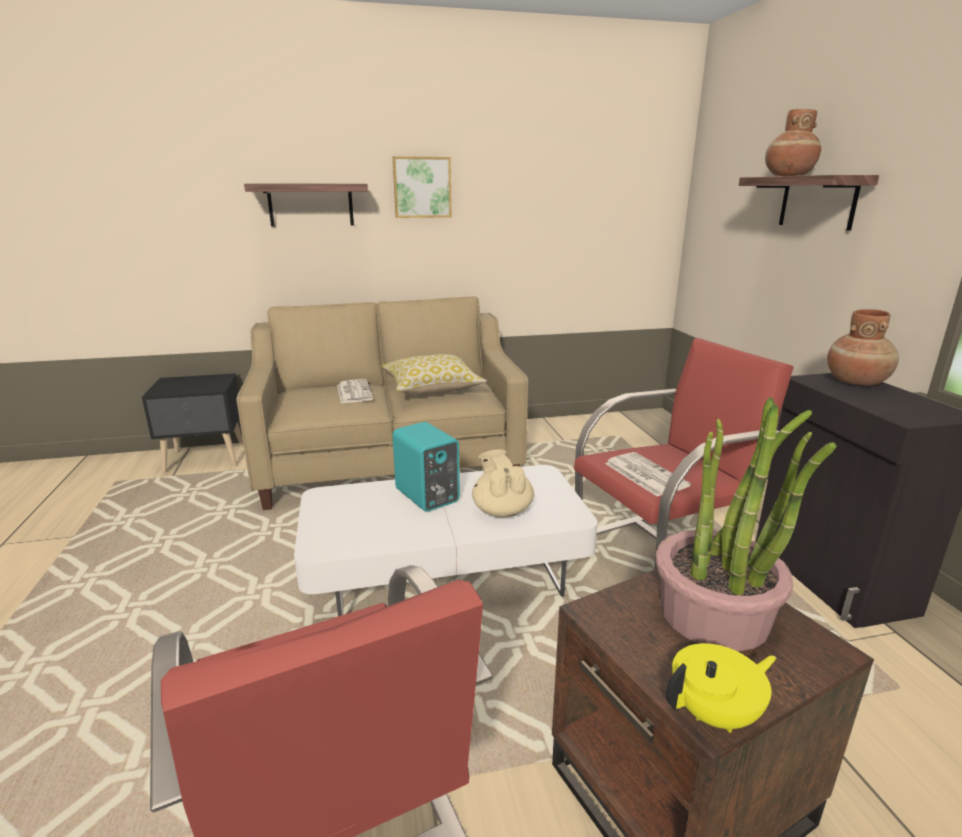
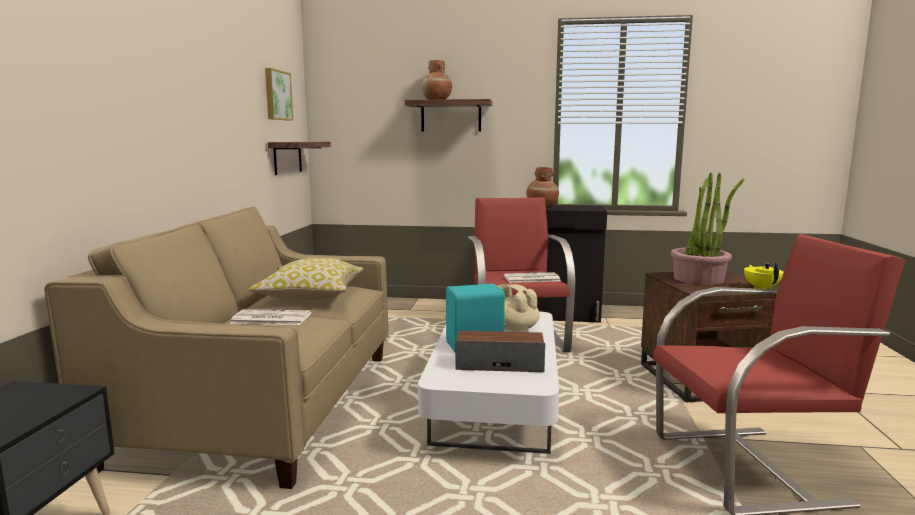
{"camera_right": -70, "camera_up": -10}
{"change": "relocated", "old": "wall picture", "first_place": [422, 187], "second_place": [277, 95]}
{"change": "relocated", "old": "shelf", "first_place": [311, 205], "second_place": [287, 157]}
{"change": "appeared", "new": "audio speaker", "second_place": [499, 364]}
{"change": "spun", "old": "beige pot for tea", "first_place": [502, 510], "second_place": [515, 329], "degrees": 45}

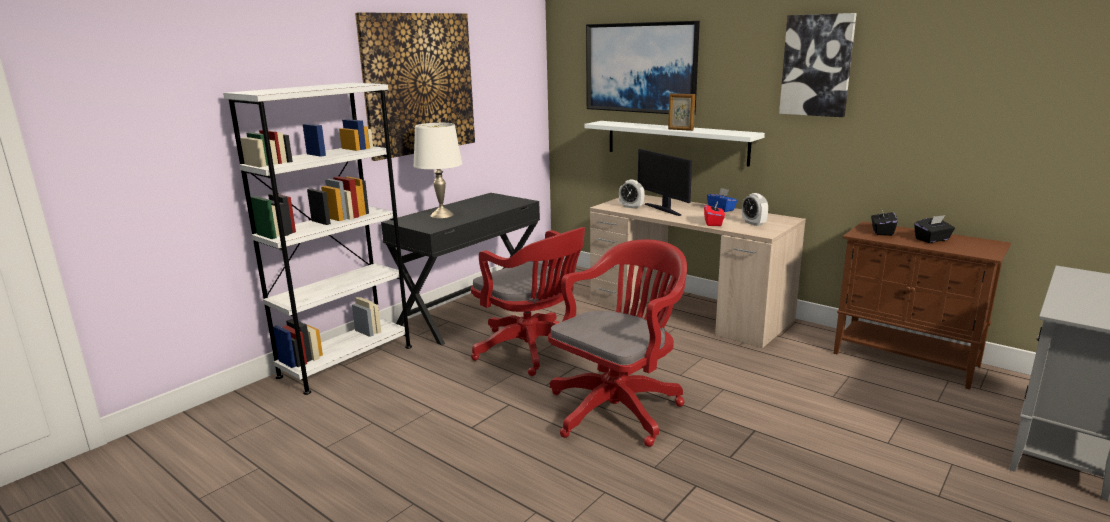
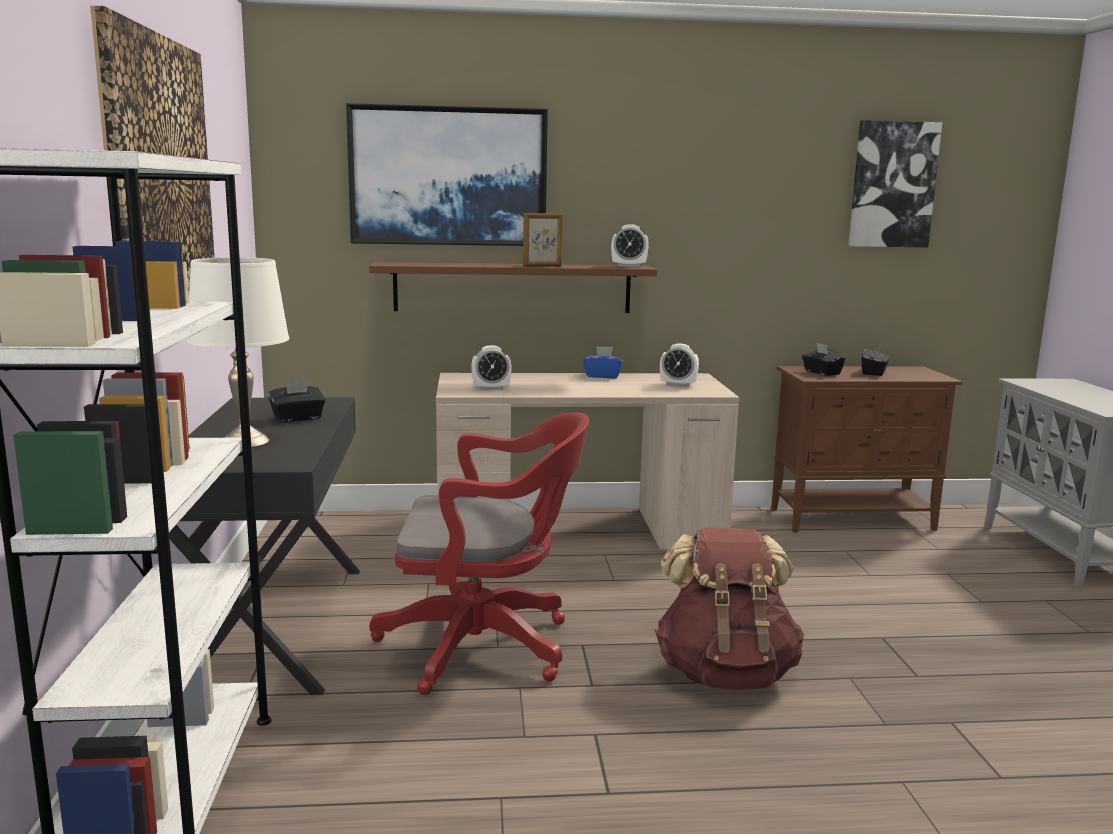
{"camera_right": -45, "camera_up": -5}
{"change": "appeared", "new": "blackish box of tissues", "second_place": [298, 418]}
{"change": "colour", "old": "white shelf", "new": "brownish shelf", "first_place": [675, 142], "second_place": [513, 288]}
{"change": "appeared", "new": "bedside clock", "second_place": [629, 266]}
{"change": "exchanged", "old": "red-coloured office chair", "new": "brownish knapsack", "first_place": [619, 407], "second_place": [725, 673]}
{"change": "relocated", "old": "wall picture", "first_place": [817, 65], "second_place": [892, 185]}
{"change": "missing", "old": "computer screen", "first_place": [664, 209]}
{"change": "missing", "old": "red-coloured box of tissues", "first_place": [713, 223]}

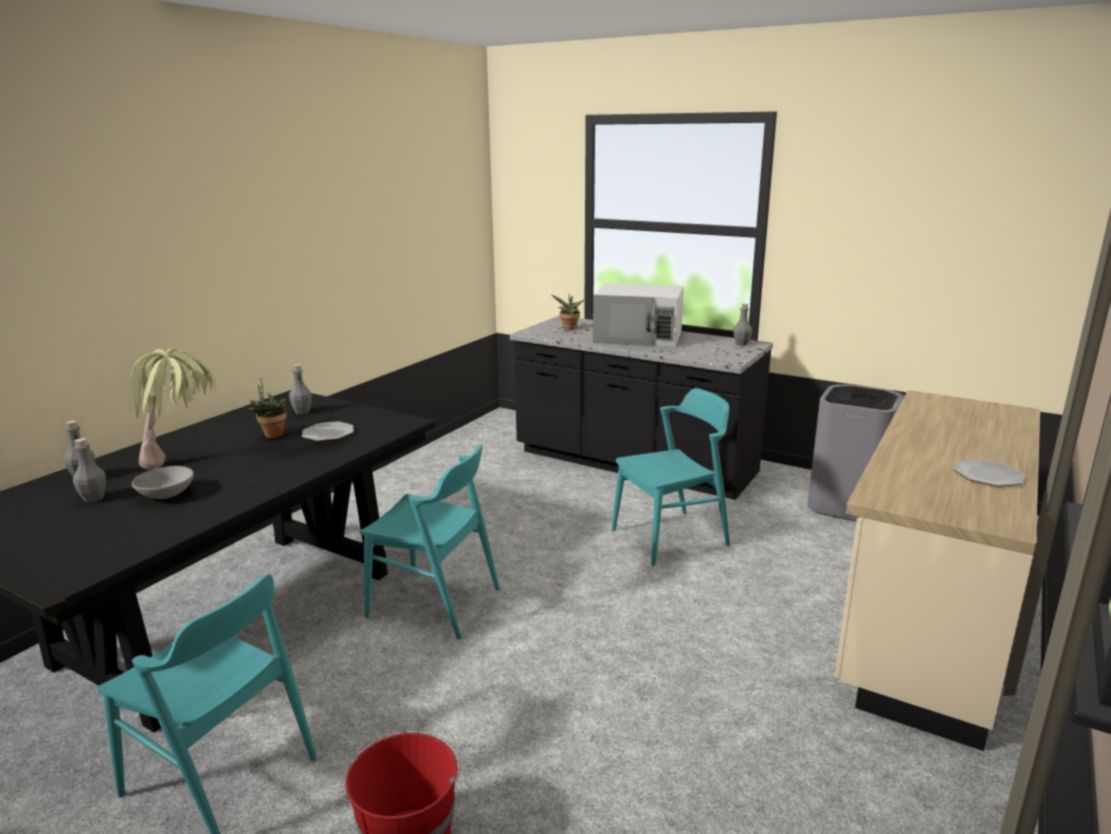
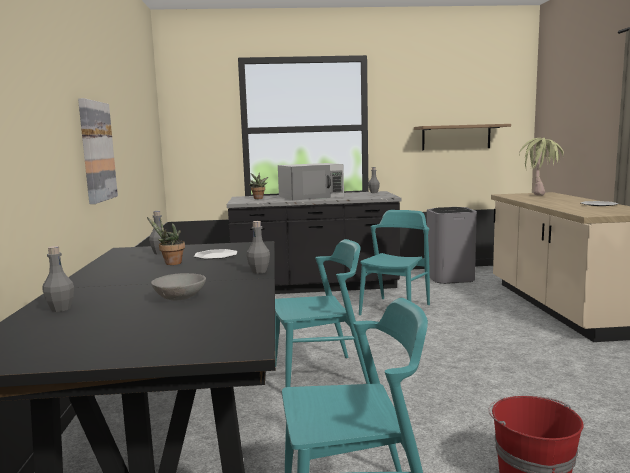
{"camera_right": -35, "camera_up": -10}
{"change": "appeared", "new": "wall picture", "second_place": [96, 151]}
{"change": "relocated", "old": "greyish drink bottle", "first_place": [94, 498], "second_place": [259, 271]}
{"change": "appeared", "new": "shelf", "second_place": [456, 137]}
{"change": "relocated", "old": "potted plant", "first_place": [183, 461], "second_place": [540, 194]}

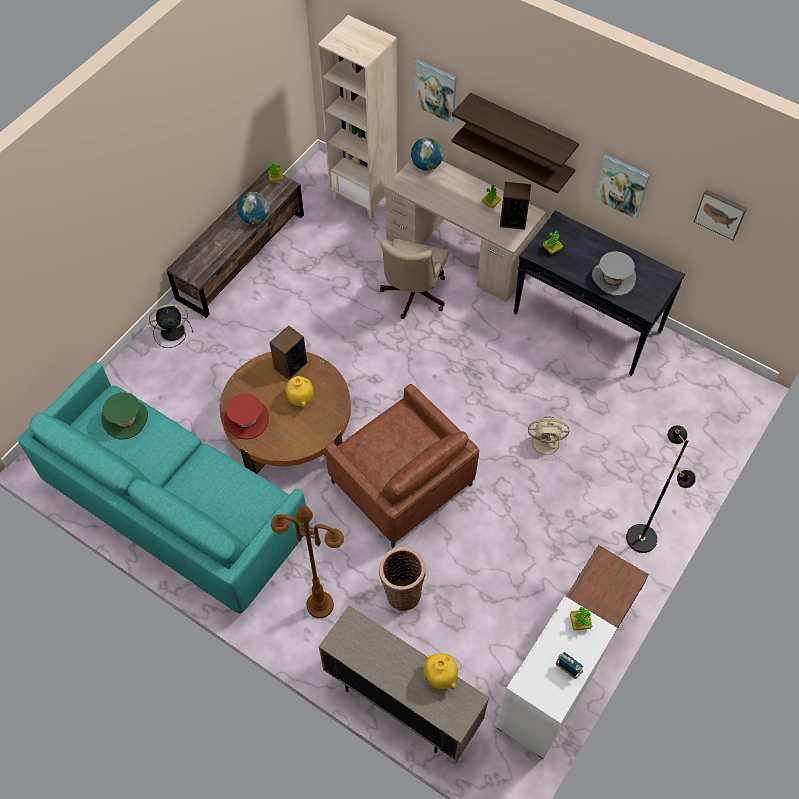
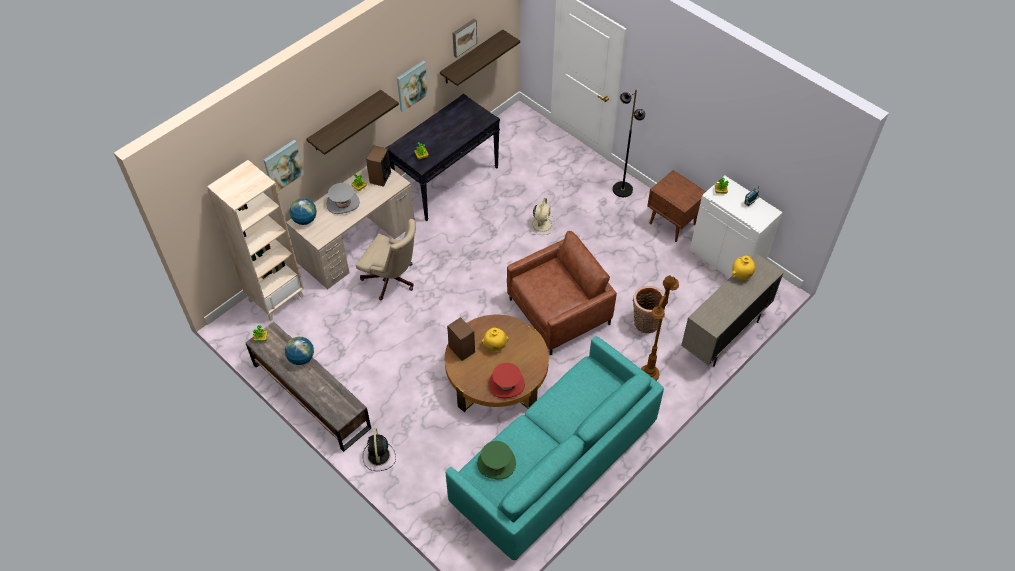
{"camera_right": -80, "camera_up": -5}
{"change": "relocated", "old": "greyish wearable hat", "first_place": [613, 278], "second_place": [343, 203]}
{"change": "relocated", "old": "shelf", "first_place": [520, 153], "second_place": [471, 57]}

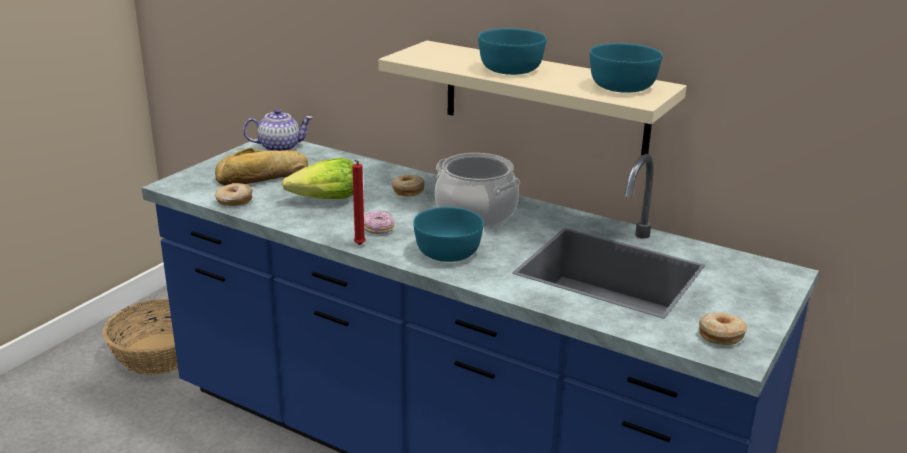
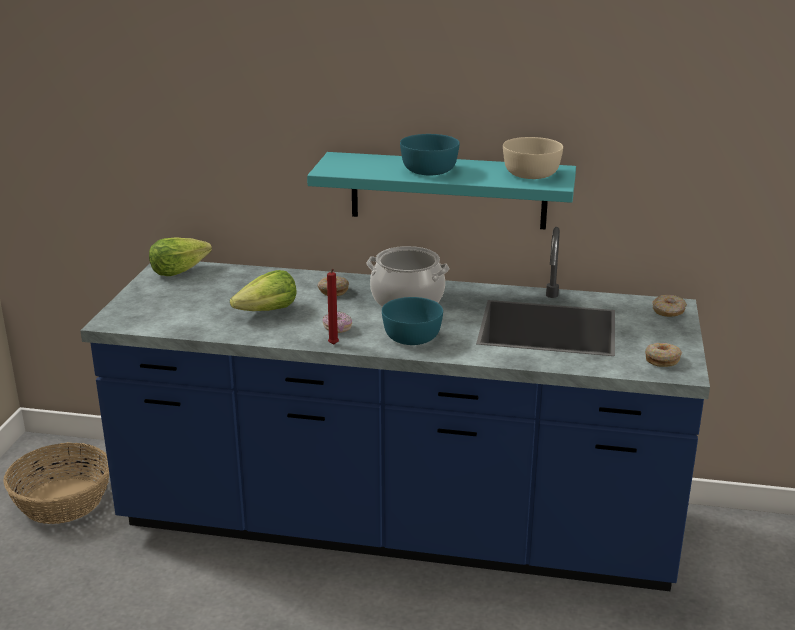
{"camera_right": -20, "camera_up": 0}
{"change": "exchanged", "old": "pot for tea", "new": "lettuce head", "first_place": [280, 147], "second_place": [179, 270]}
{"change": "colour", "old": "beige shelf", "new": "turquoise-coloured shelf", "first_place": [545, 98], "second_place": [448, 190]}
{"change": "colour", "old": "turquoise-coloured deep dish", "new": "beige deep dish", "first_place": [621, 86], "second_place": [530, 174]}
{"change": "relocated", "old": "doughnut", "first_place": [234, 201], "second_place": [668, 311]}
{"change": "missing", "old": "bread", "first_place": [263, 177]}

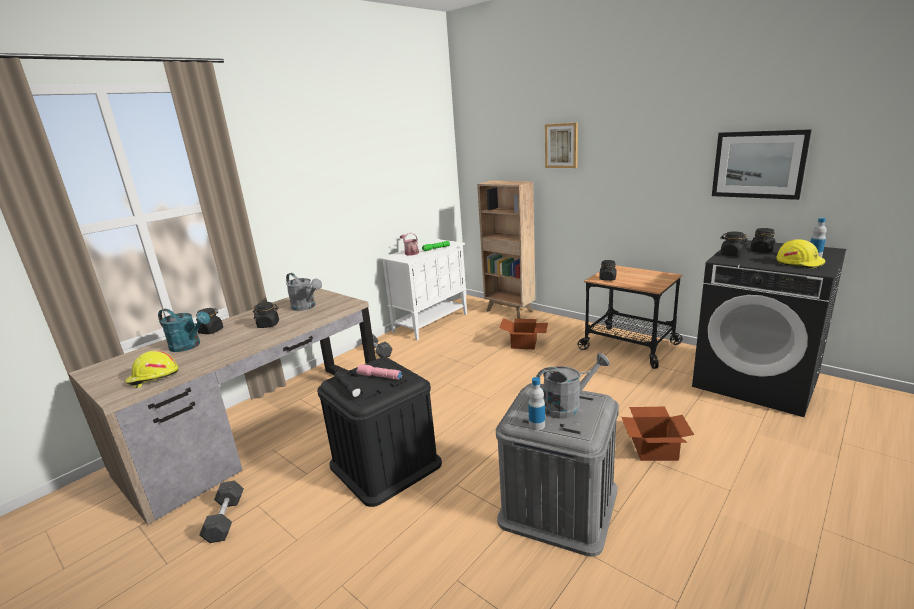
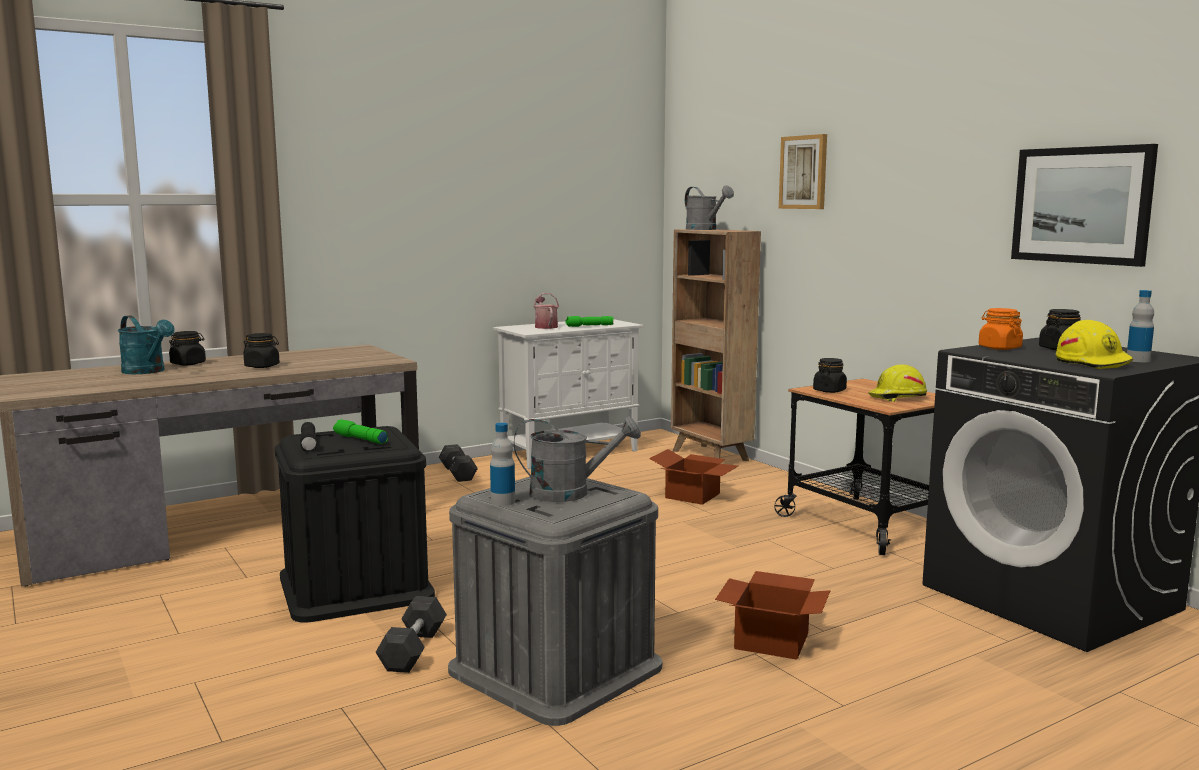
{"camera_right": 15, "camera_up": -10}
{"change": "colour", "old": "pink-coloured flashlight", "new": "green flashlight", "first_place": [379, 377], "second_place": [360, 439]}
{"change": "relocated", "old": "greyish free weight", "first_place": [225, 519], "second_place": [413, 650]}
{"change": "relocated", "old": "greyish watering pot", "first_place": [306, 307], "second_place": [705, 229]}
{"change": "relocated", "old": "yellow safety helmet", "first_place": [153, 378], "second_place": [897, 397]}
{"change": "colour", "old": "blackish preserve jar", "new": "orange-coloured preserve jar", "first_place": [732, 254], "second_place": [999, 348]}

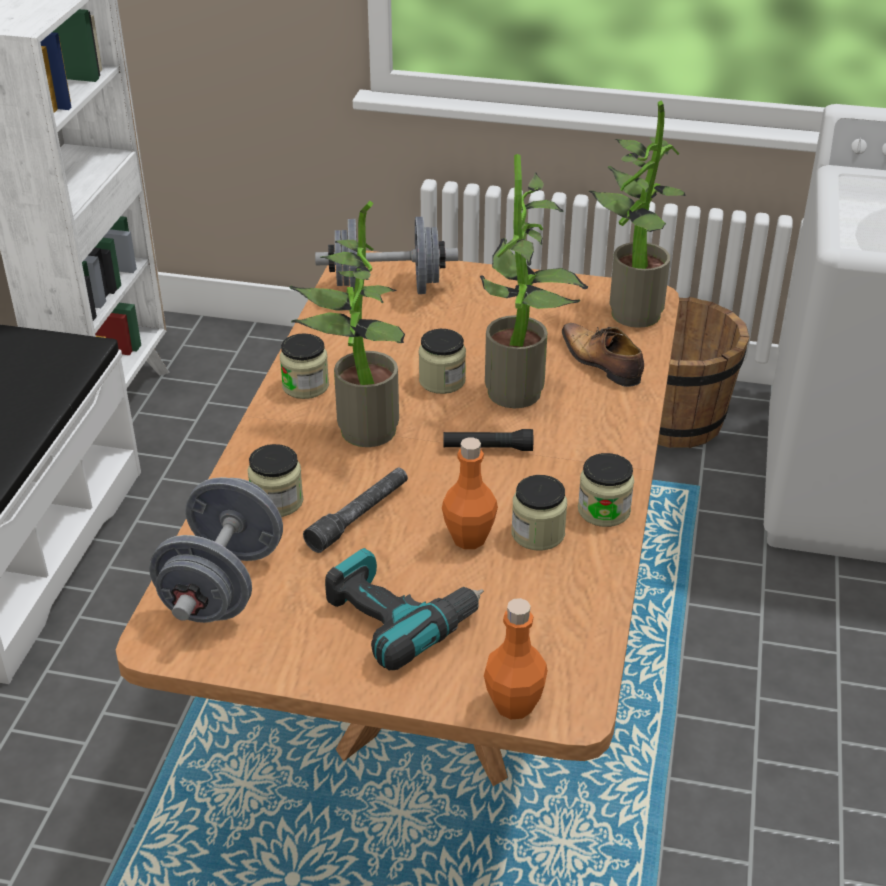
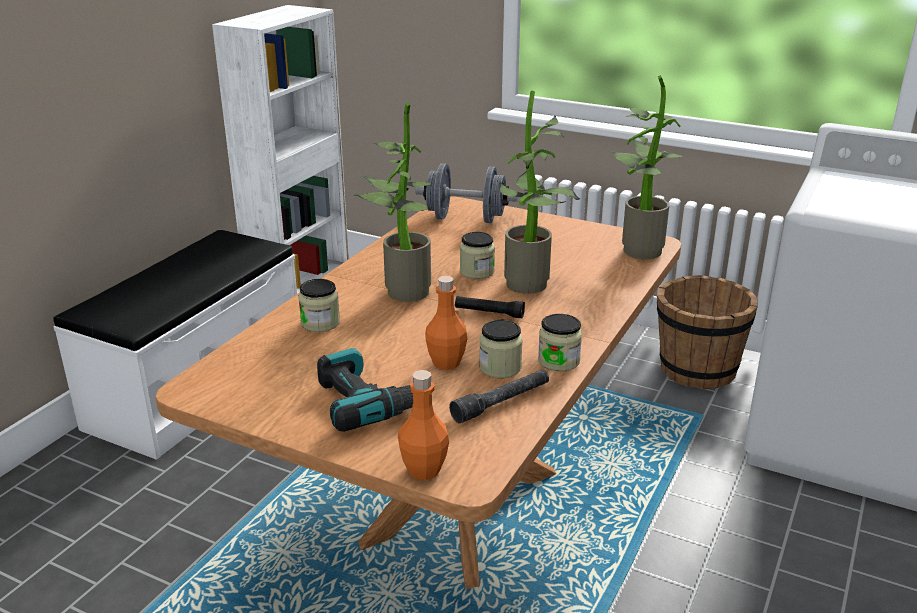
{"camera_right": 15, "camera_up": -10}
{"change": "relocated", "old": "greyish flashlight", "first_place": [359, 516], "second_place": [502, 403]}
{"change": "missing", "old": "greyish free weight", "first_place": [222, 585]}
{"change": "missing", "old": "preserve jar", "first_place": [305, 386]}
{"change": "missing", "old": "shoe", "first_place": [601, 363]}

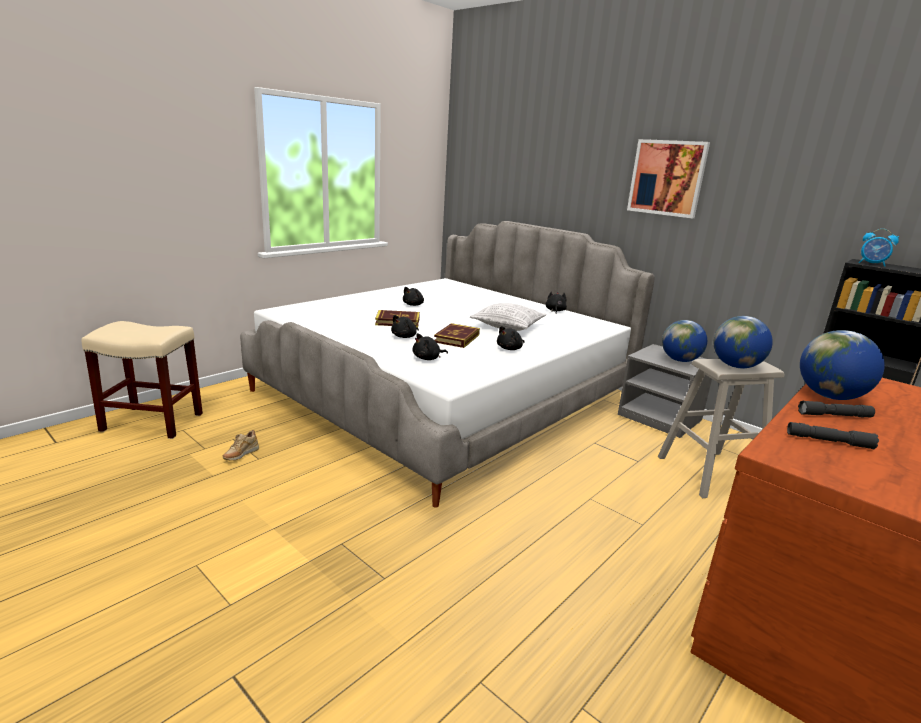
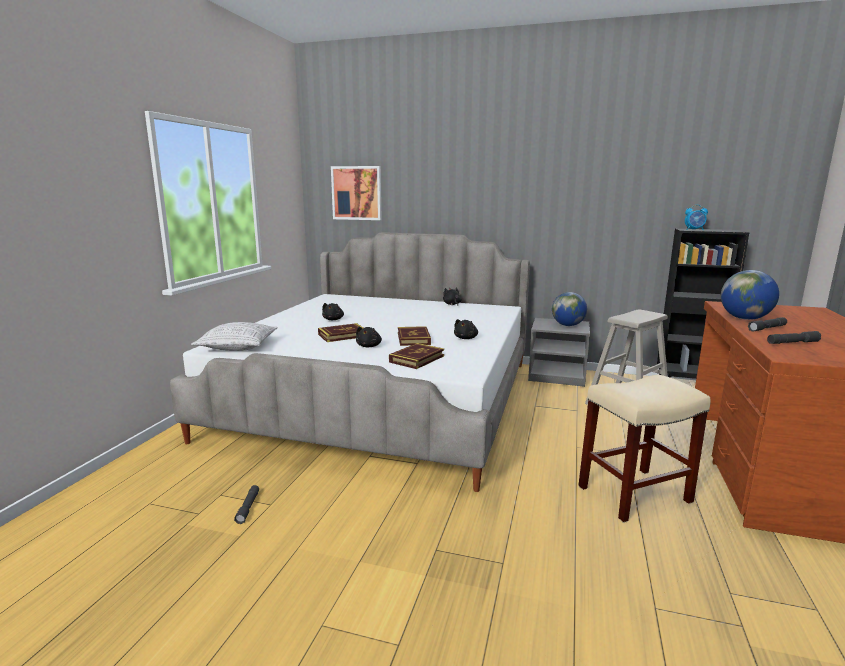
{"camera_right": -25, "camera_up": -5}
{"change": "relocated", "old": "pillow", "first_place": [508, 326], "second_place": [238, 347]}
{"change": "exchanged", "old": "beige shoe", "new": "greyish flashlight", "first_place": [240, 456], "second_place": [248, 507]}
{"change": "relocated", "old": "wall picture", "first_place": [667, 178], "second_place": [356, 193]}
{"change": "exchanged", "old": "blackish cuddly toy", "new": "volume", "first_place": [428, 358], "second_place": [417, 359]}
{"change": "relocated", "old": "beige stool seat", "first_place": [151, 422], "second_place": [634, 495]}
{"change": "missing", "old": "world globe", "first_place": [736, 366]}

